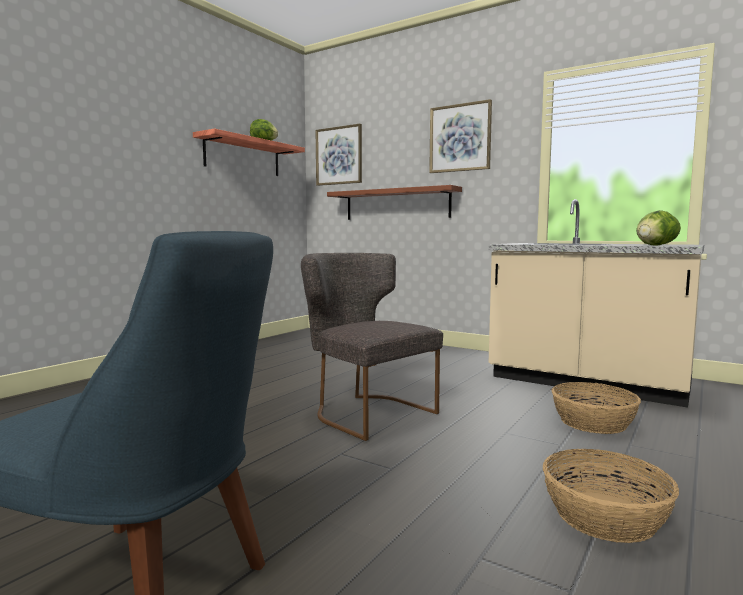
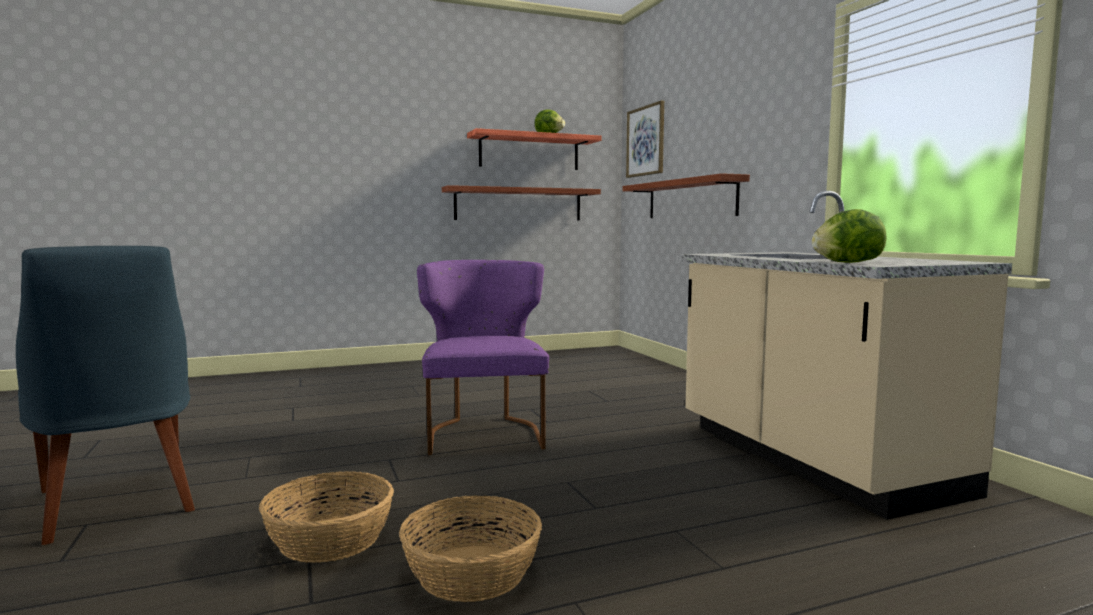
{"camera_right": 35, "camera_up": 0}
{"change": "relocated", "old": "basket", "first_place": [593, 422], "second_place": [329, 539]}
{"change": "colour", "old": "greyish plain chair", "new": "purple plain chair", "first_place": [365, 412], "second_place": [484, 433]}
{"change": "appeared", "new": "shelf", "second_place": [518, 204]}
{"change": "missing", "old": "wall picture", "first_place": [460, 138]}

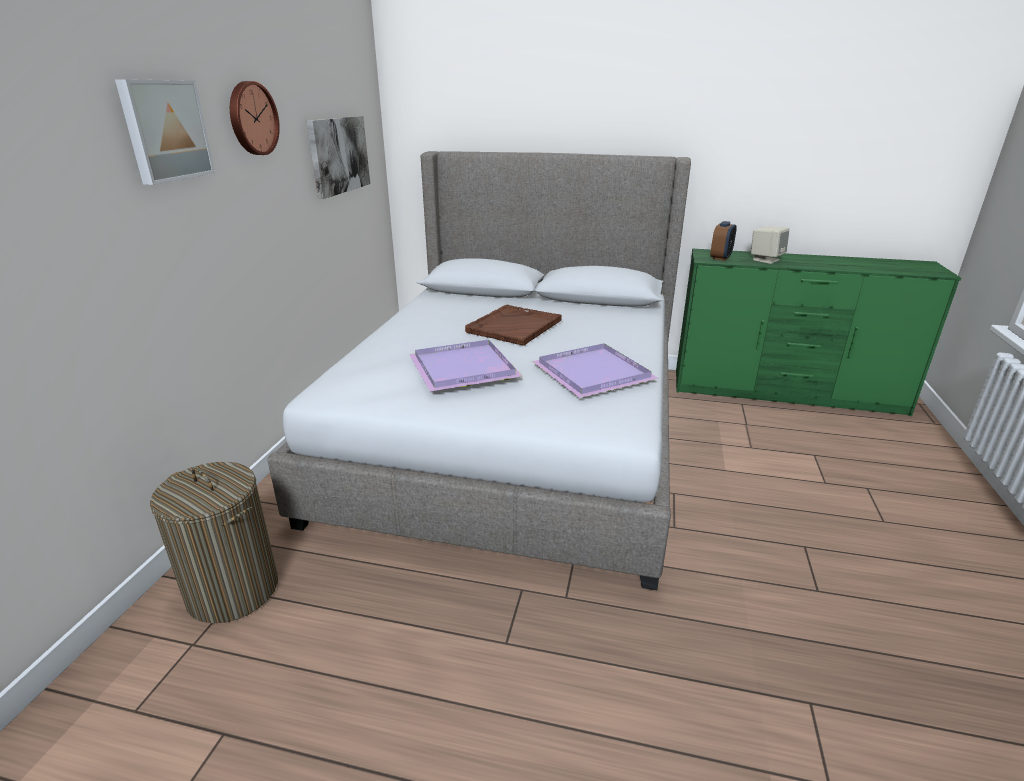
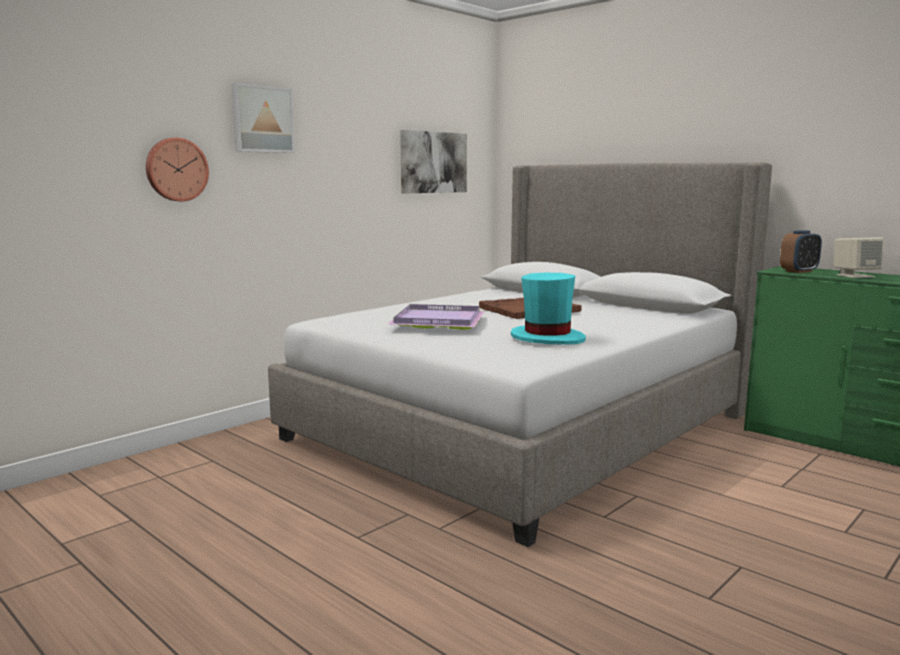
{"camera_right": 30, "camera_up": -15}
{"change": "relocated", "old": "wall clock", "first_place": [252, 118], "second_place": [176, 169]}
{"change": "exchanged", "old": "purple tray", "new": "turquoise-coloured wearable hat", "first_place": [590, 373], "second_place": [547, 338]}
{"change": "missing", "old": "hamper", "first_place": [233, 590]}

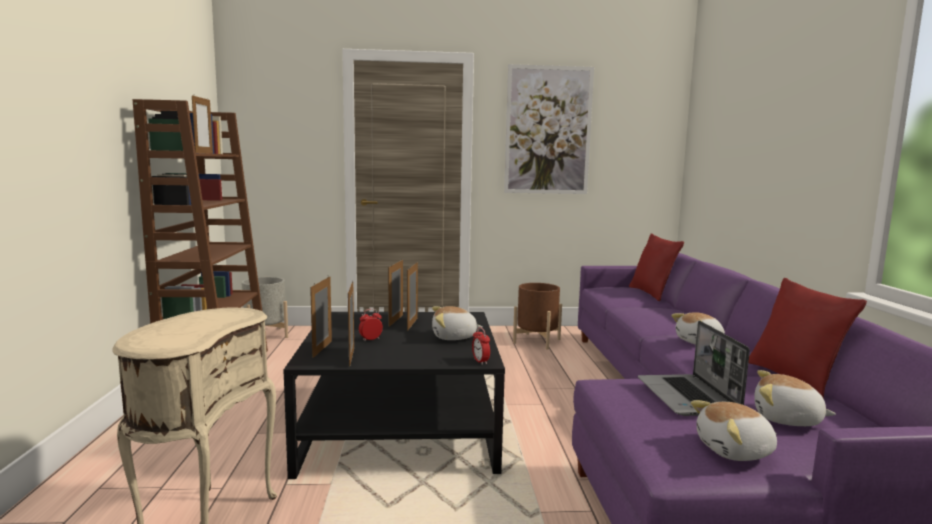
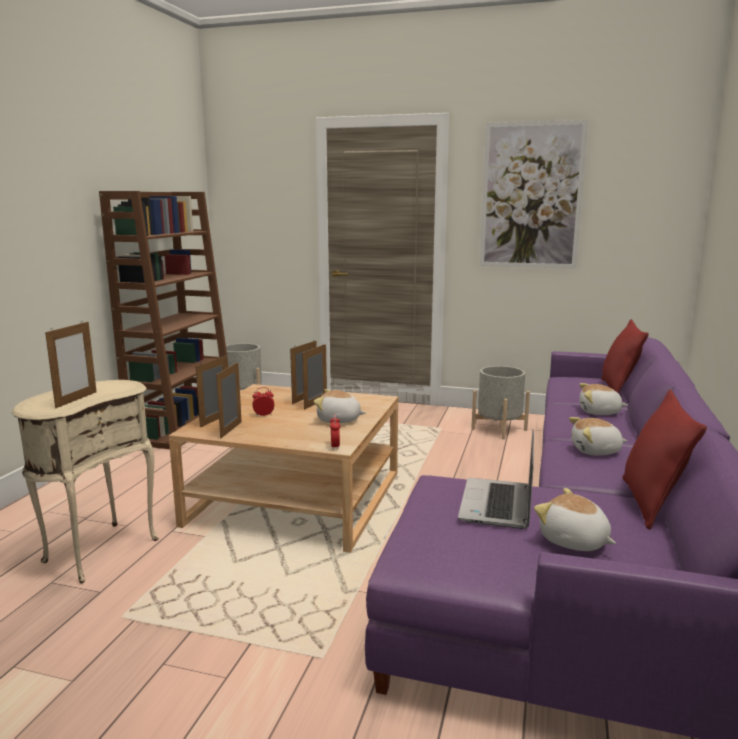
{"camera_right": 20, "camera_up": 5}
{"change": "relocated", "old": "photo frame", "first_place": [204, 153], "second_place": [76, 399]}
{"change": "colour", "old": "blackish lounge table", "new": "beige lounge table", "first_place": [401, 428], "second_place": [296, 498]}
{"change": "colour", "old": "brownish planter", "new": "greyish planter", "first_place": [536, 341], "second_place": [499, 429]}
{"change": "relocated", "old": "cuddly toy", "first_place": [735, 451], "second_place": [599, 412]}

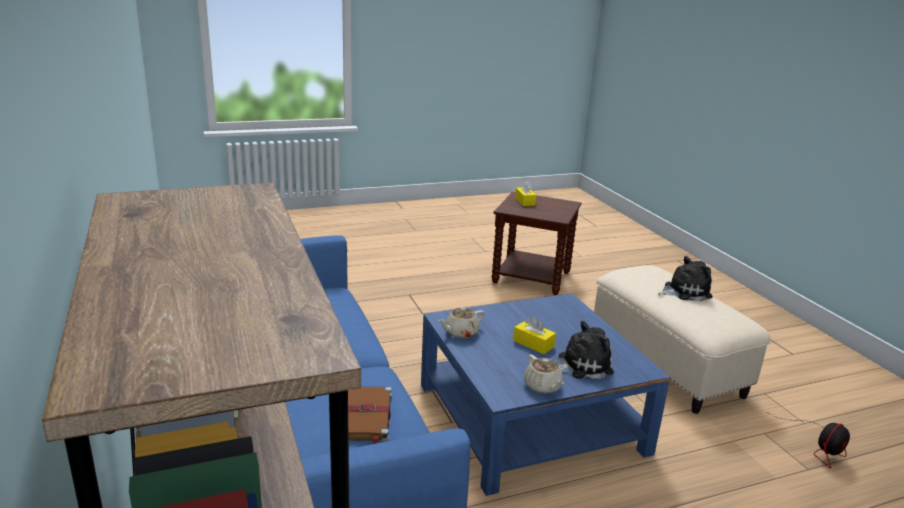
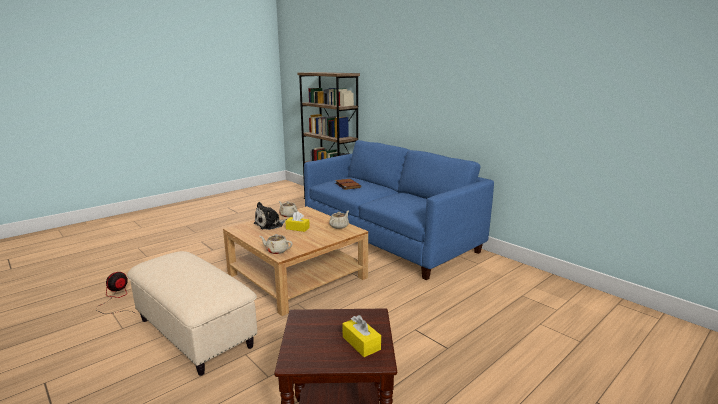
{"camera_right": 160, "camera_up": -5}
{"change": "colour", "old": "blue lounge table", "new": "beige lounge table", "first_place": [530, 418], "second_place": [297, 276]}
{"change": "appeared", "new": "beige pot for tea", "second_place": [276, 250]}
{"change": "missing", "old": "cuddly toy", "first_place": [684, 291]}

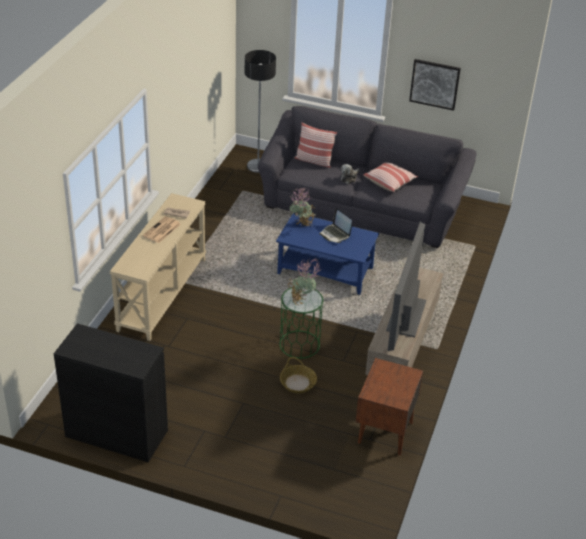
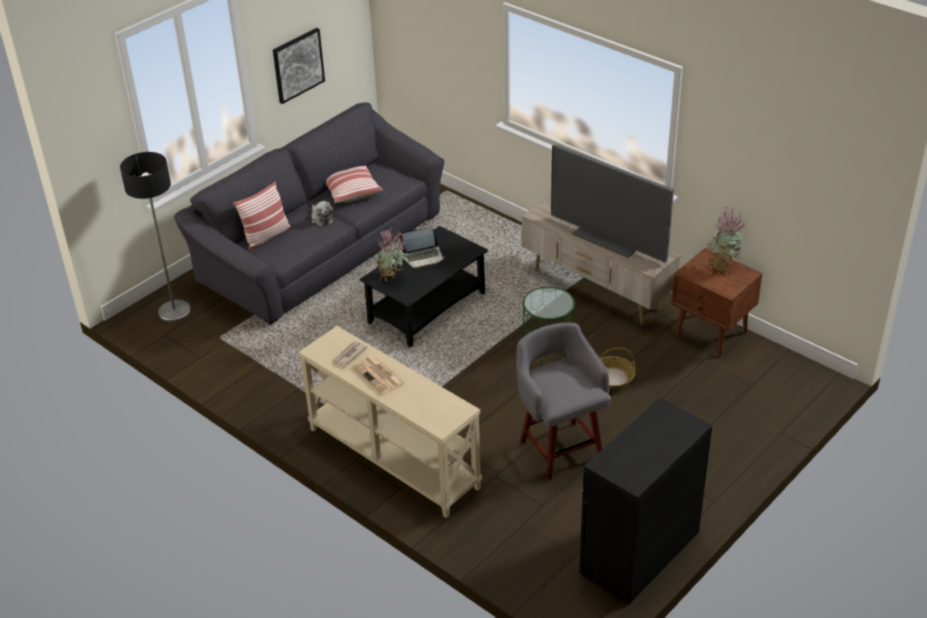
{"camera_right": -65, "camera_up": 0}
{"change": "colour", "old": "blue lounge table", "new": "blackish lounge table", "first_place": [326, 271], "second_place": [427, 307]}
{"change": "appeared", "new": "greyish stool seat", "second_place": [559, 448]}
{"change": "relocated", "old": "potted plant", "first_place": [303, 300], "second_place": [722, 266]}

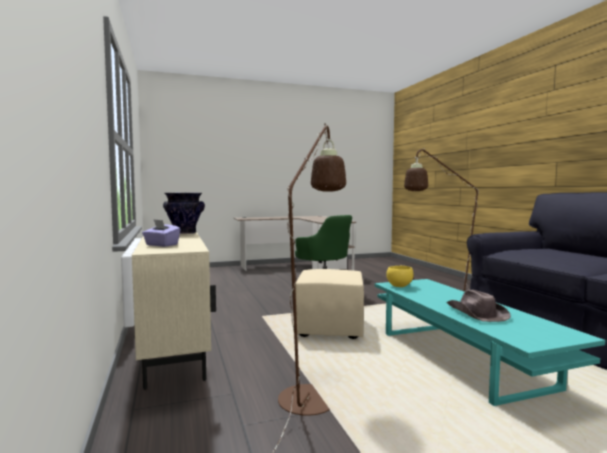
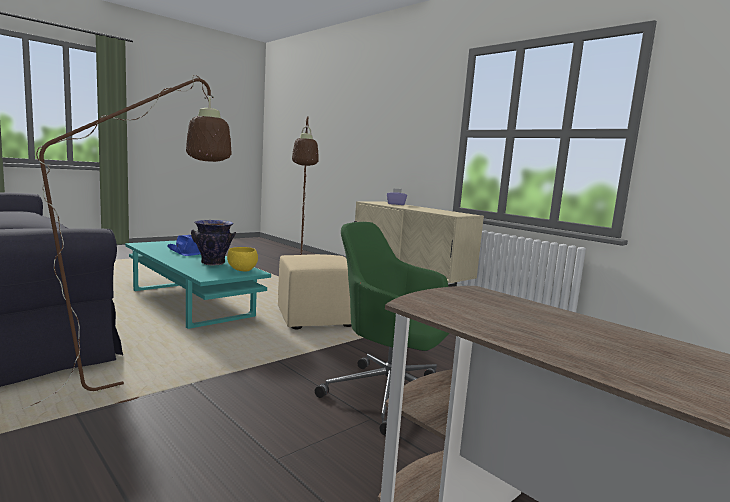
{"camera_right": 155, "camera_up": 5}
{"change": "colour", "old": "brownish wearable hat", "new": "blue wearable hat", "first_place": [476, 313], "second_place": [188, 251]}
{"change": "relocated", "old": "flower vase", "first_place": [184, 233], "second_place": [213, 263]}

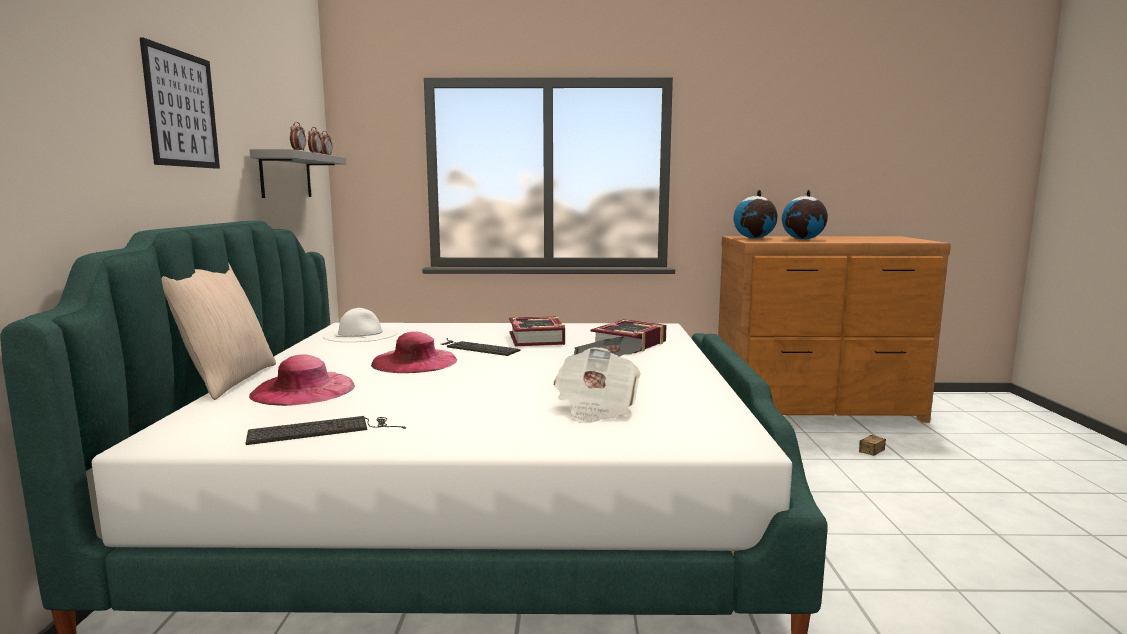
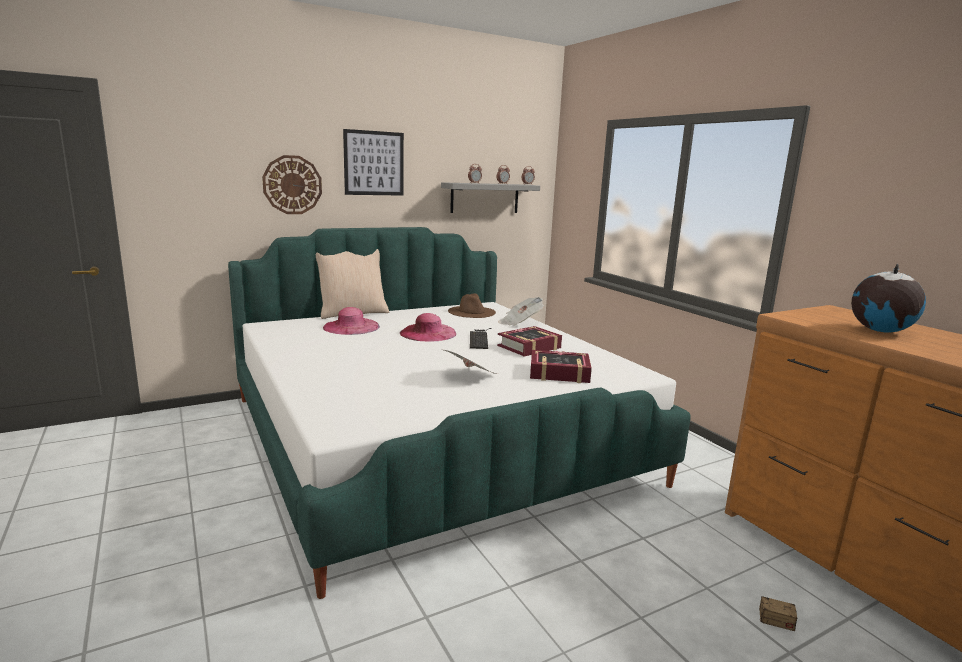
{"camera_right": 60, "camera_up": 5}
{"change": "appeared", "new": "wall clock", "second_place": [292, 185]}
{"change": "colour", "old": "white wearable hat", "new": "brownish wearable hat", "first_place": [360, 334], "second_place": [472, 312]}
{"change": "relocated", "old": "newspaper", "first_place": [595, 408], "second_place": [520, 323]}
{"change": "missing", "old": "computer keyboard", "first_place": [323, 430]}
{"change": "missing", "old": "world globe", "first_place": [754, 238]}

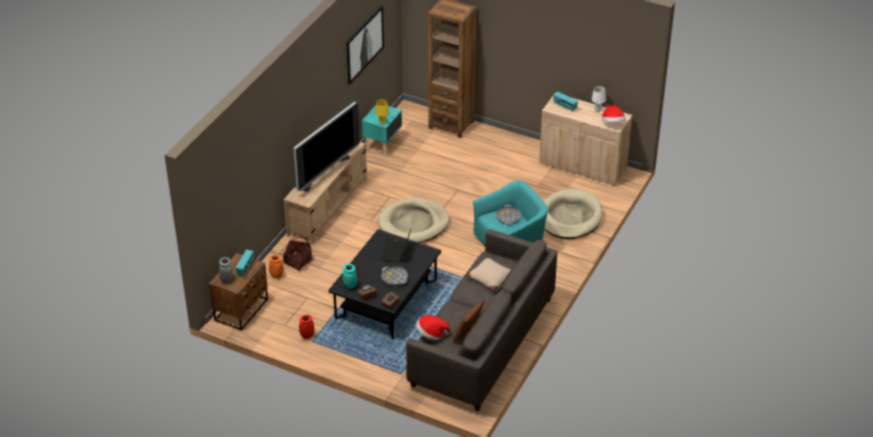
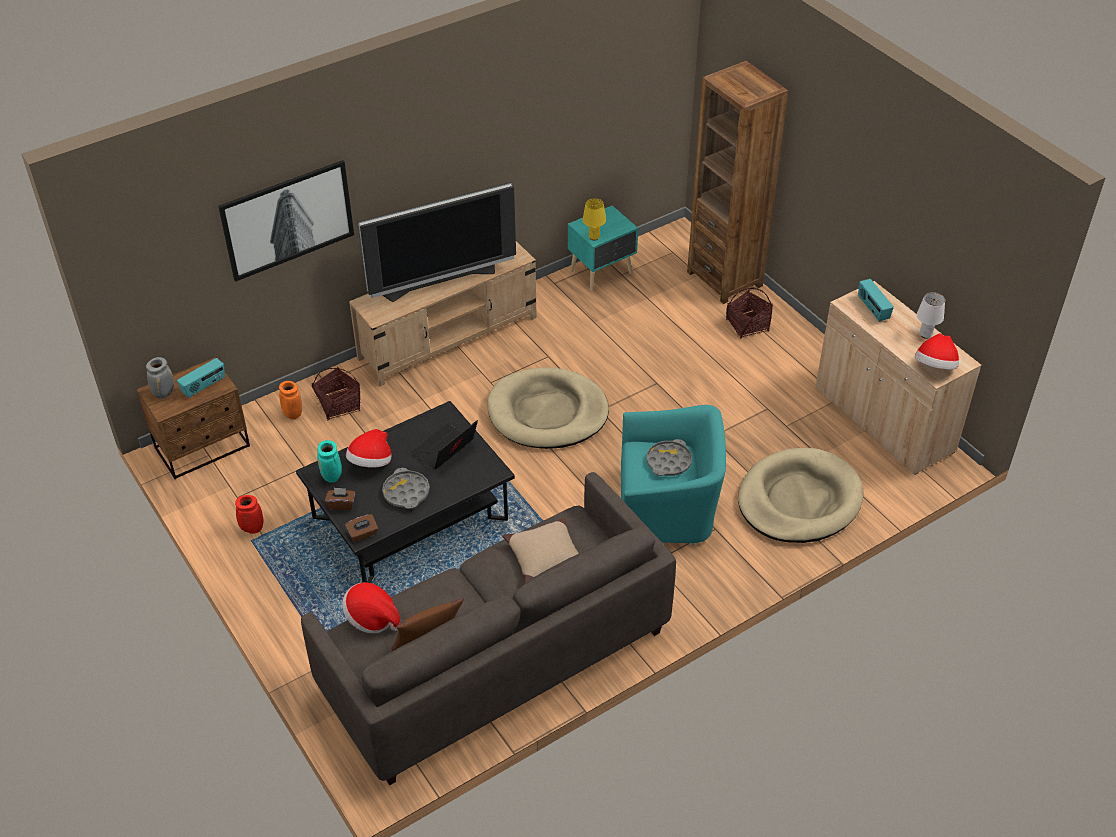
{"camera_right": 30, "camera_up": 5}
{"change": "relocated", "old": "wall picture", "first_place": [364, 44], "second_place": [288, 220]}
{"change": "appeared", "new": "wearable hat", "second_place": [371, 462]}
{"change": "appeared", "new": "basket", "second_place": [747, 325]}

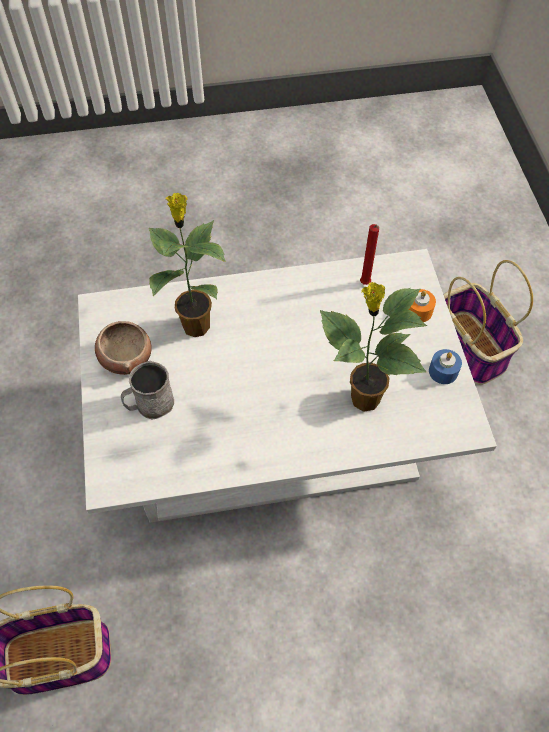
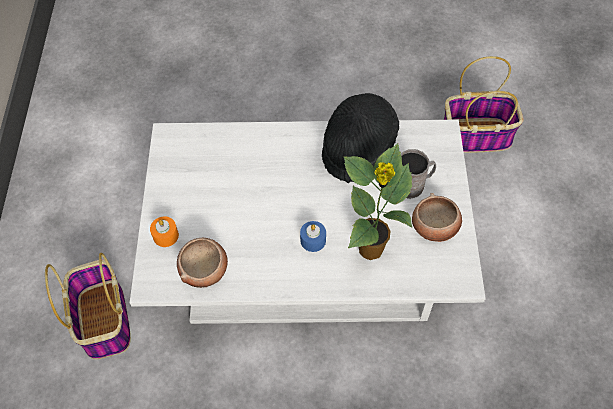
{"camera_right": -170, "camera_up": 0}
{"change": "exchanged", "old": "red-coloured wax candle", "new": "deep dish", "first_place": [365, 284], "second_place": [204, 269]}
{"change": "relocated", "old": "blue wax candle", "first_place": [443, 371], "second_place": [313, 240]}
{"change": "appeared", "new": "blackish wearable hat", "second_place": [358, 147]}
{"change": "missing", "old": "potted plant", "first_place": [363, 399]}

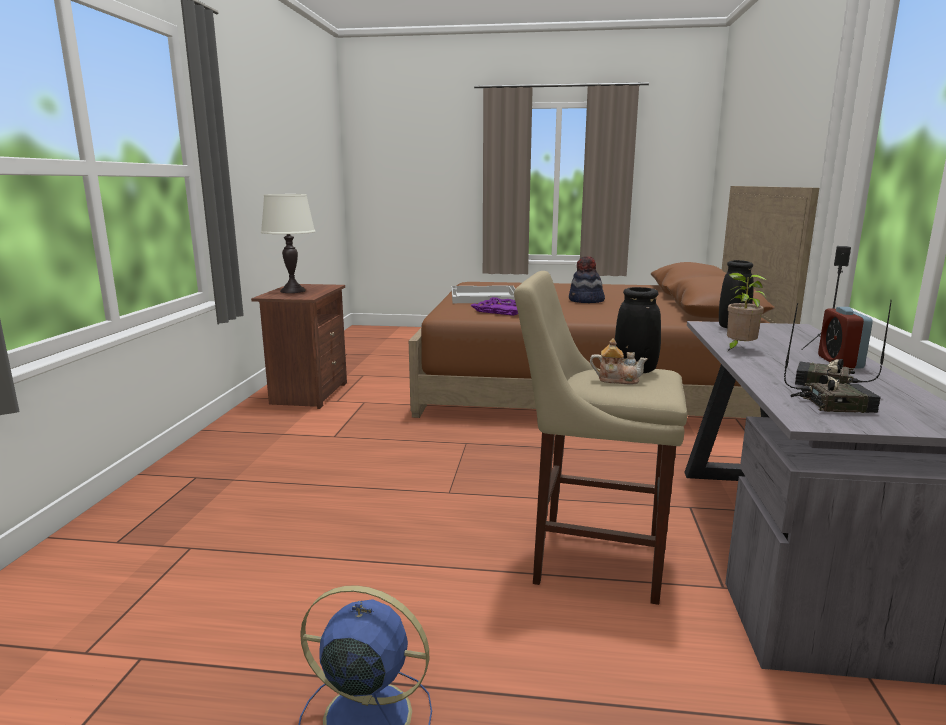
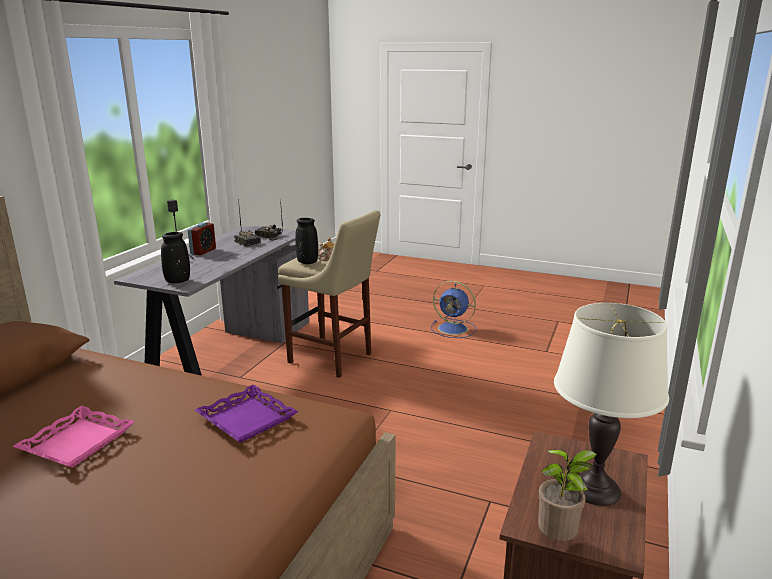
{"camera_right": -165, "camera_up": 5}
{"change": "exchanged", "old": "wearable hat", "new": "pink-coloured tray", "first_place": [586, 301], "second_place": [77, 442]}
{"change": "relocated", "old": "potted plant", "first_place": [738, 349], "second_place": [559, 540]}
{"change": "missing", "old": "white tray", "first_place": [483, 297]}

